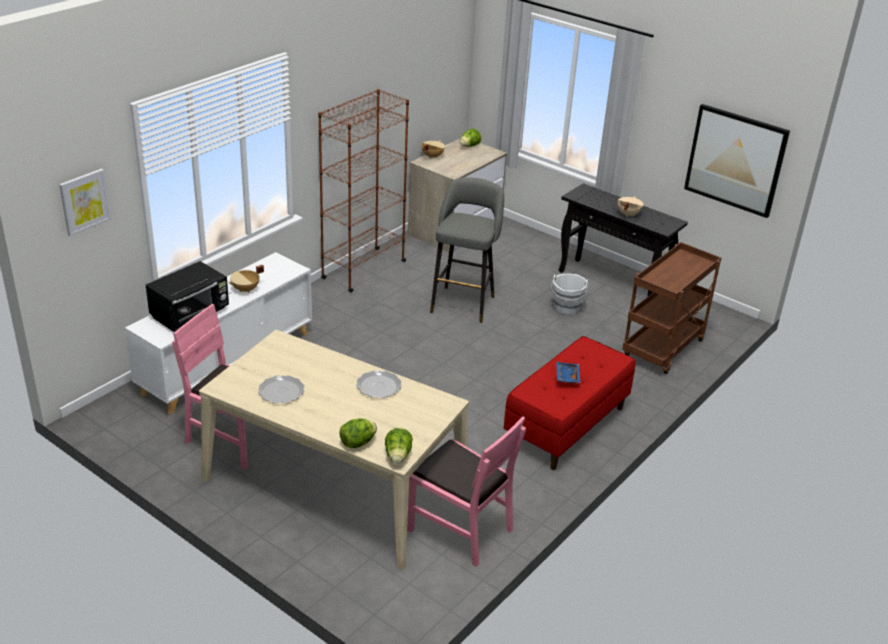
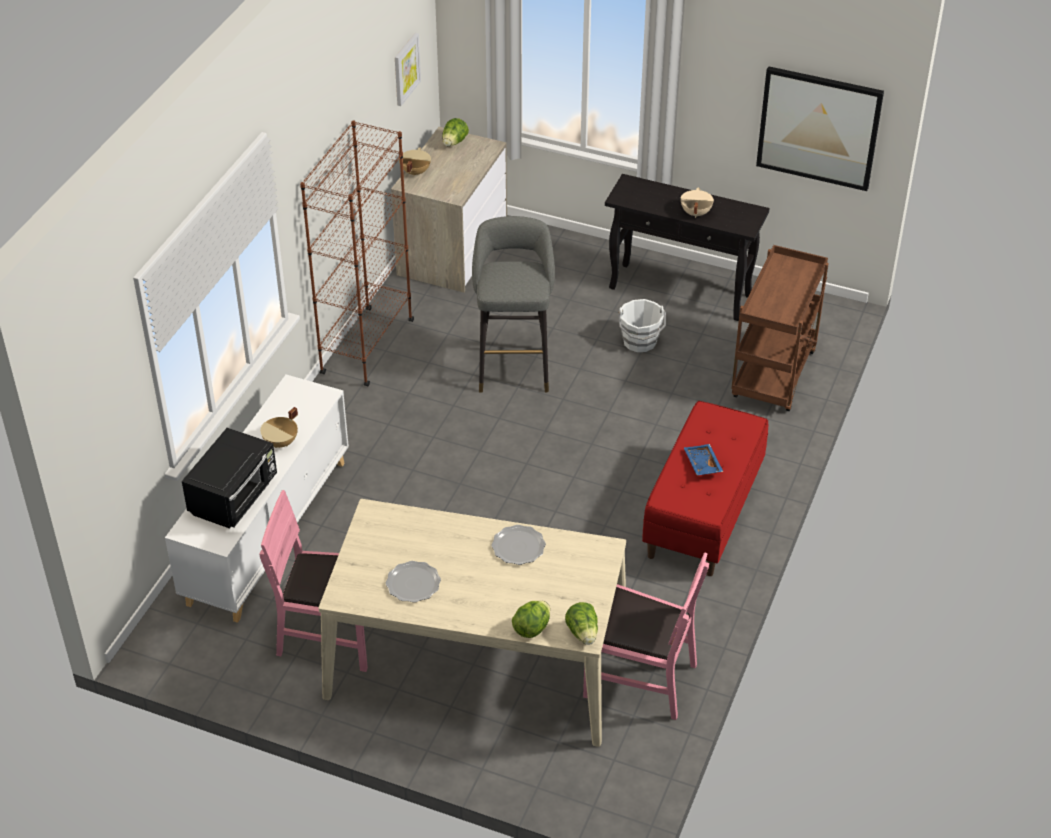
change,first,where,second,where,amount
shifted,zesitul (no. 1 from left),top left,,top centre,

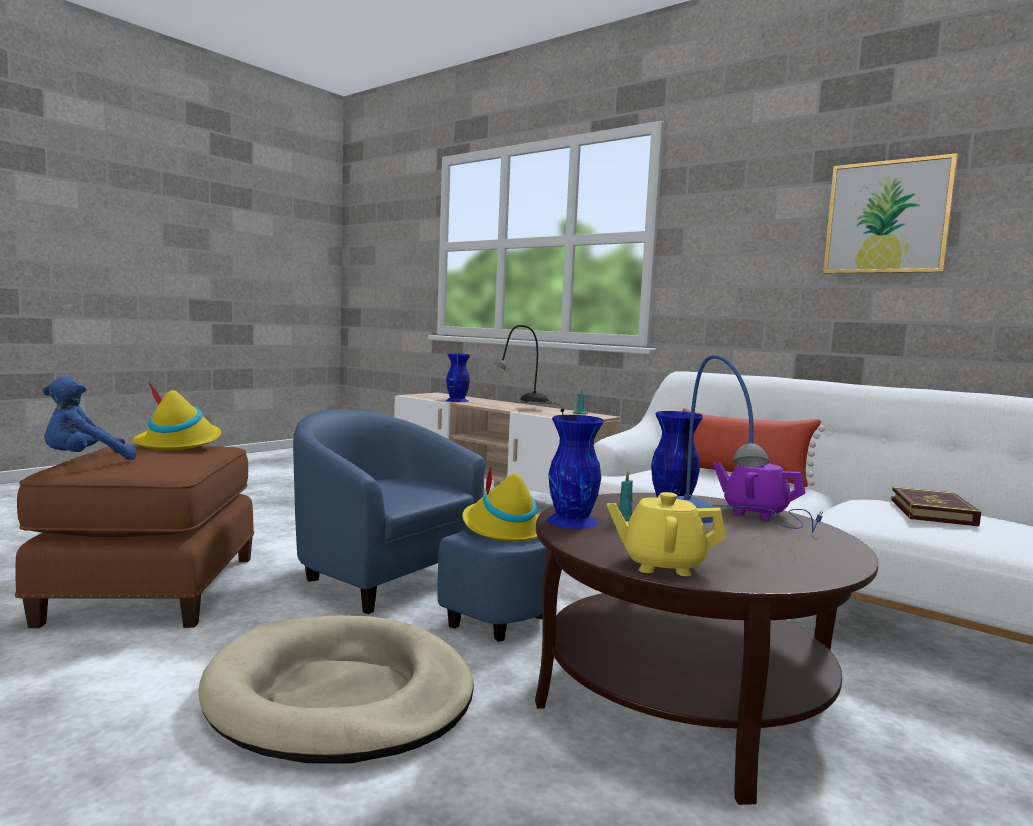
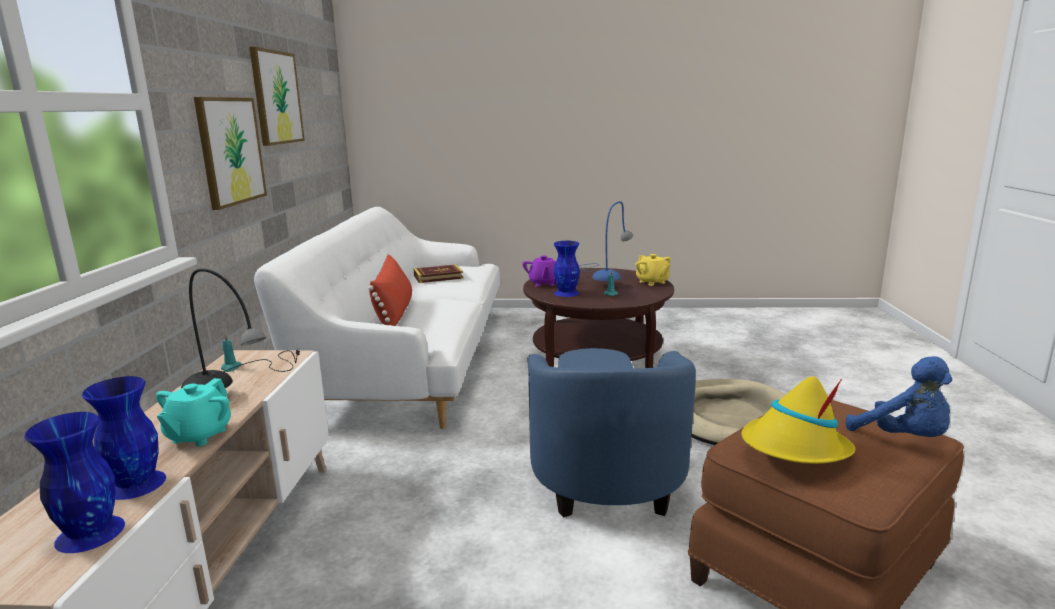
change,first,where,second,where,amount
shifted,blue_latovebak (no. 2 from left in the first image),centre,blue_latovebak (no. 1 from left),bottom left,
new,,,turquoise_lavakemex,bottom left,
new,,,zesitul (no. 1 from left),top left,
rotated,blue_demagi,middle left,,middle right,45 degrees clockwise
gone,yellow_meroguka (no. 2 from left),centre,,,

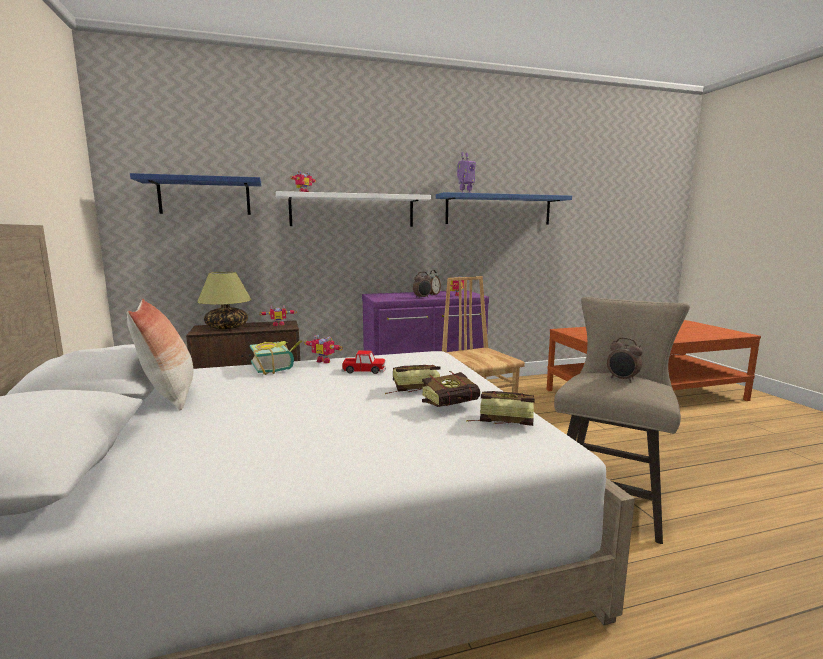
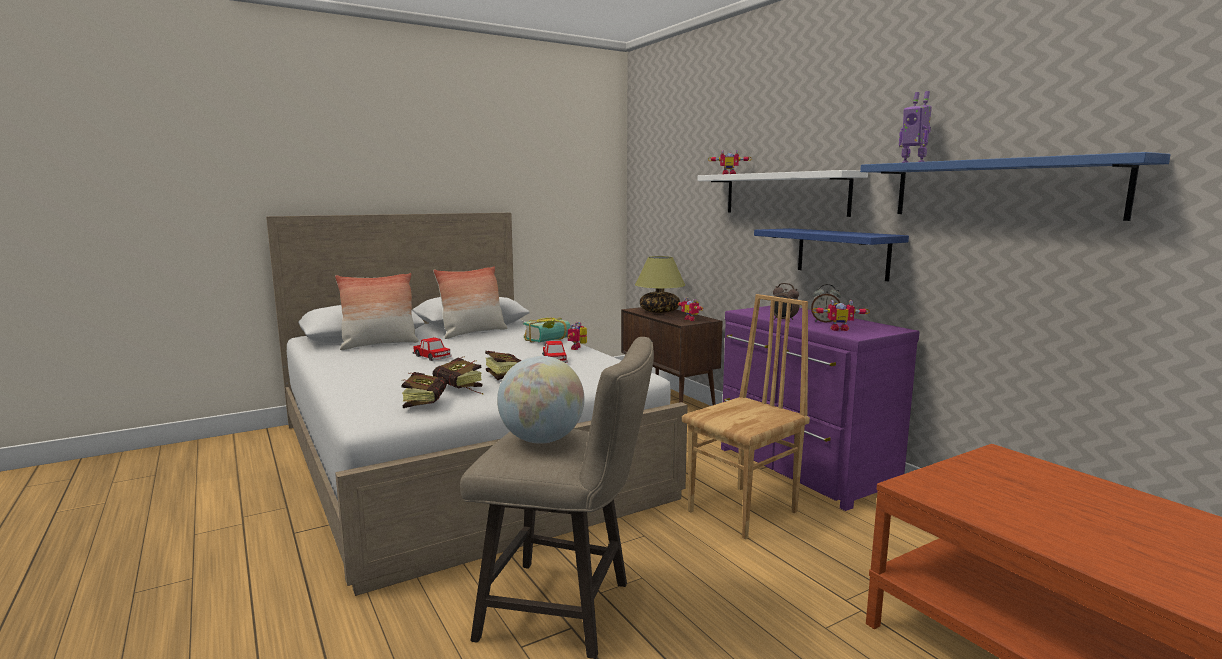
change,first,where,second,where,amount
new,,,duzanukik (no. 1 from left),middle left,
new,,,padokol (no. 1 from left),centre,
swapped,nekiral (no. 3 from left),middle right,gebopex,centre,
shifted,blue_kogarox (no. 1 from left),top left,,middle right,

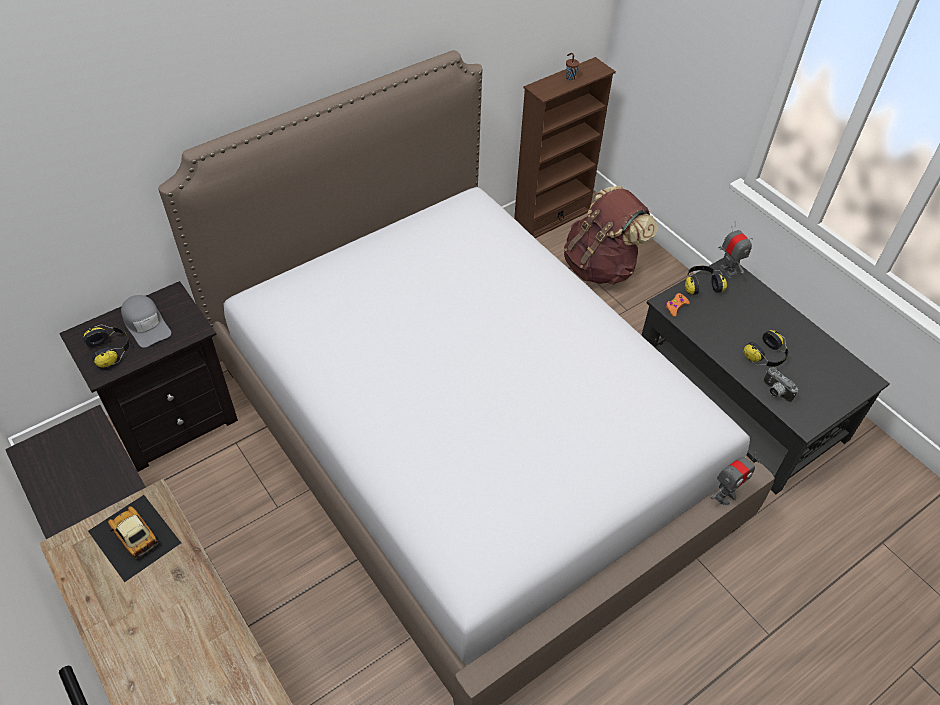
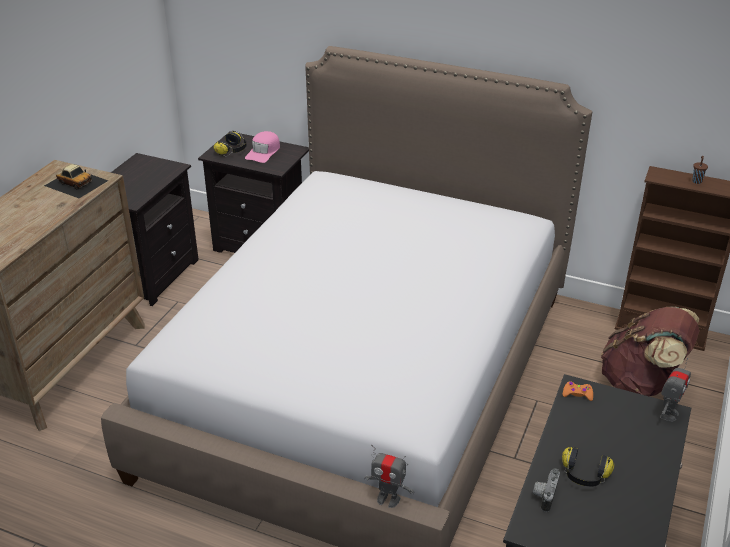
change,first,where,second,where,amount
rotated,padokol,bottom left,,top left,105 degrees clockwise
repainted,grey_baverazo,middle left,pink_baverazo,top centre,
gone,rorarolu (no. 2 from left),middle right,,,

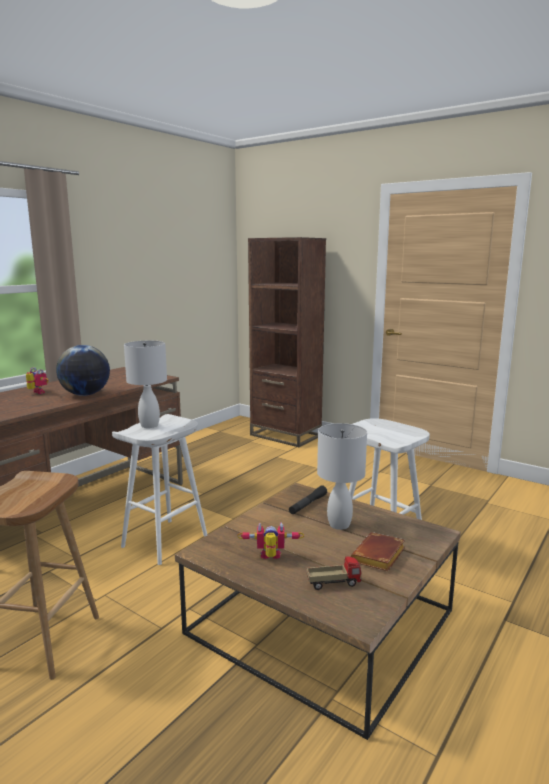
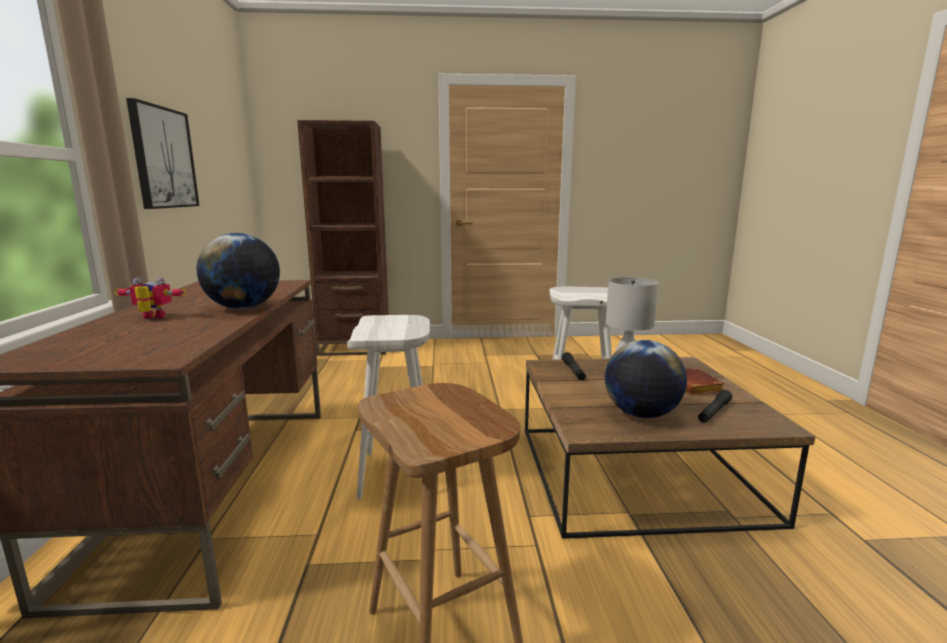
change,first,where,second,where,amount
new,,,zesitul,top left,
swapped,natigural (no. 2 from left),bottom centre,gebopex (no. 2 from left),middle right,
swapped,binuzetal,bottom centre,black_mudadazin (no. 2 from left),middle right,
gone,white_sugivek (no. 1 from left),middle left,,,

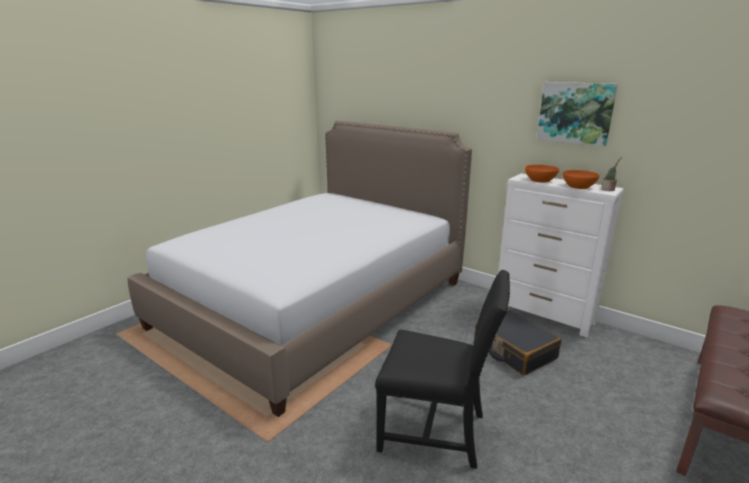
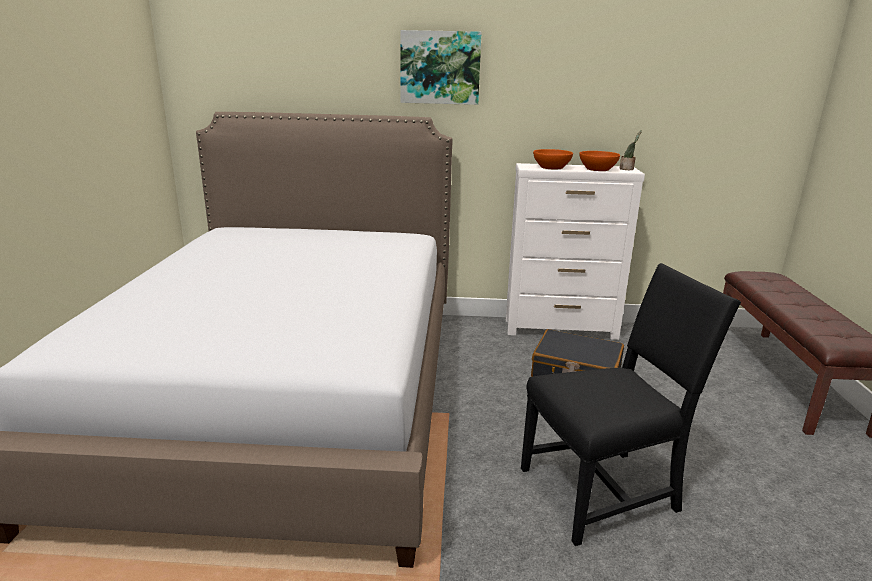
change,first,where,second,where,amount
shifted,zesitul,top right,,top centre,

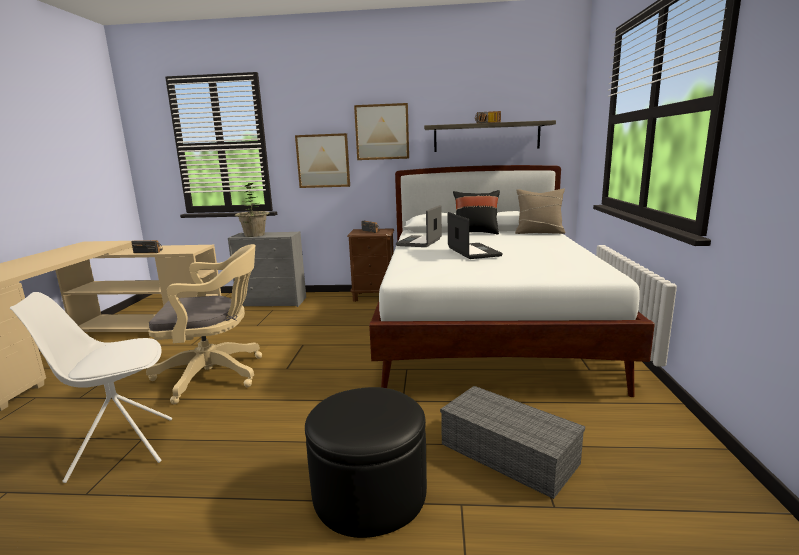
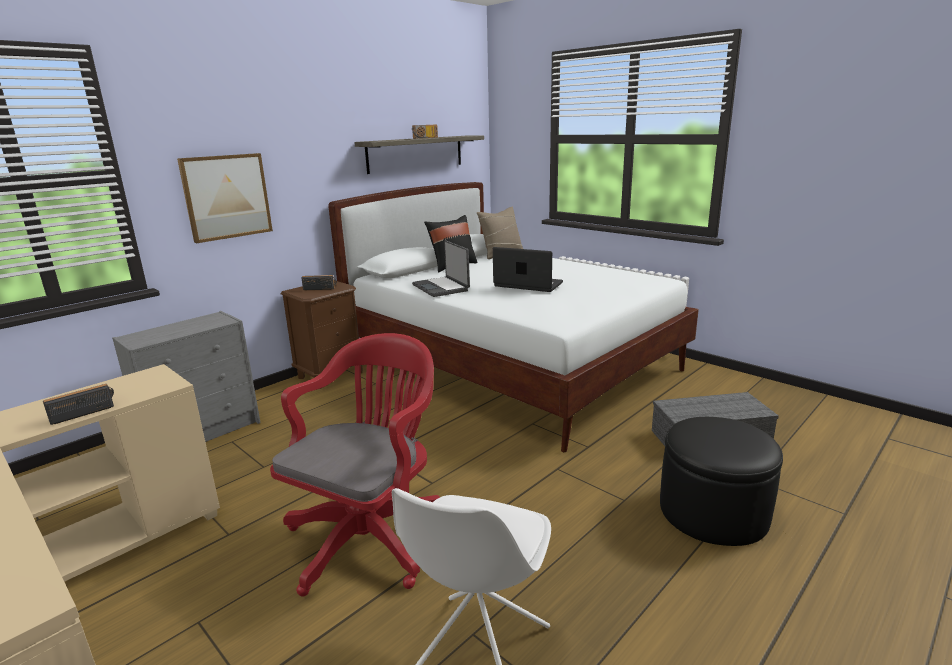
change,first,where,second,where,amount
repainted,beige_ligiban,middle left,red_ligiban,bottom centre,
gone,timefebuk,middle left,,,
gone,zesitul (no. 2 from left),top centre,,,

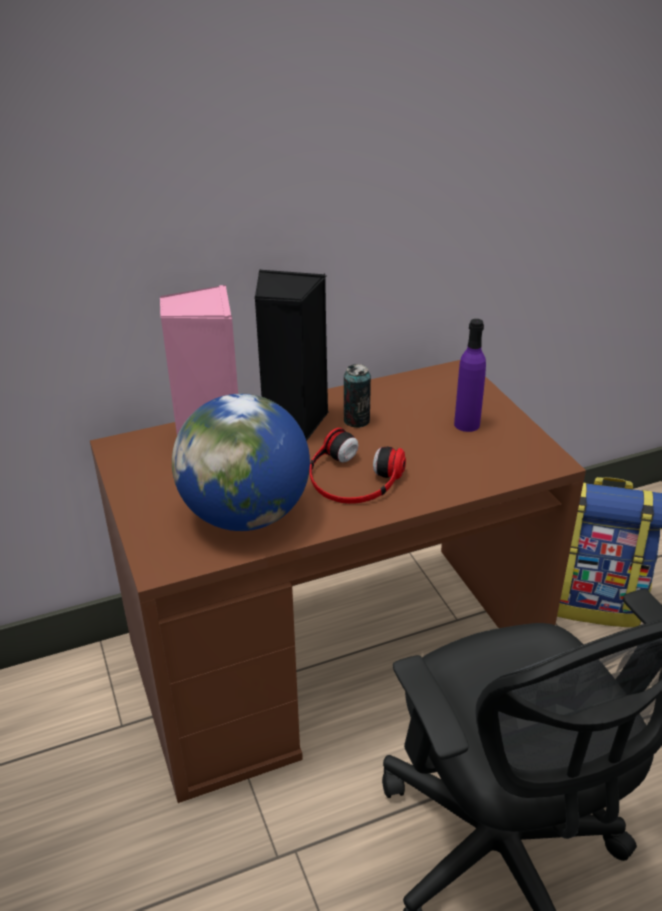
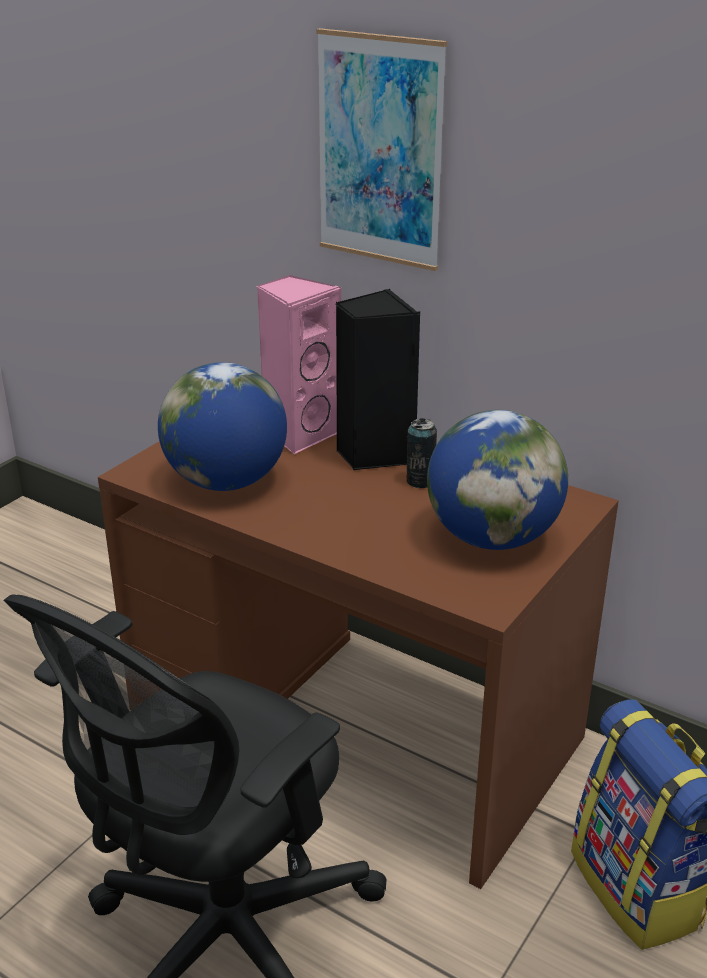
change,first,where,second,where,amount
new,,,zesitul,top centre,
swapped,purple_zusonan,middle right,gebopex (no. 2 from left),middle right,
gone,rorarolu,centre,,,

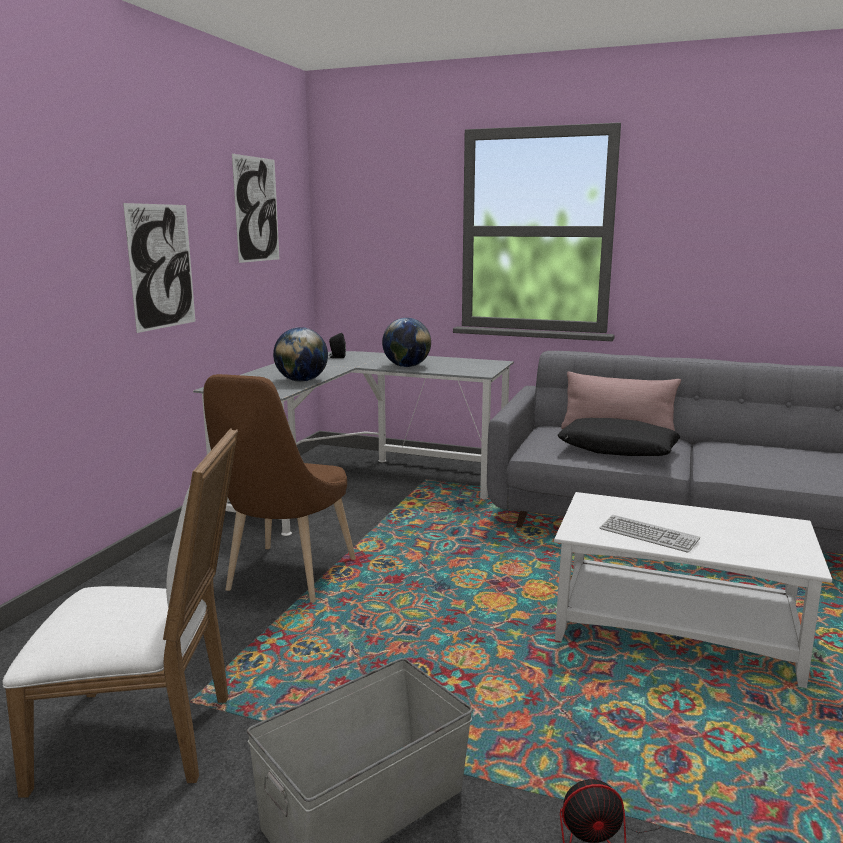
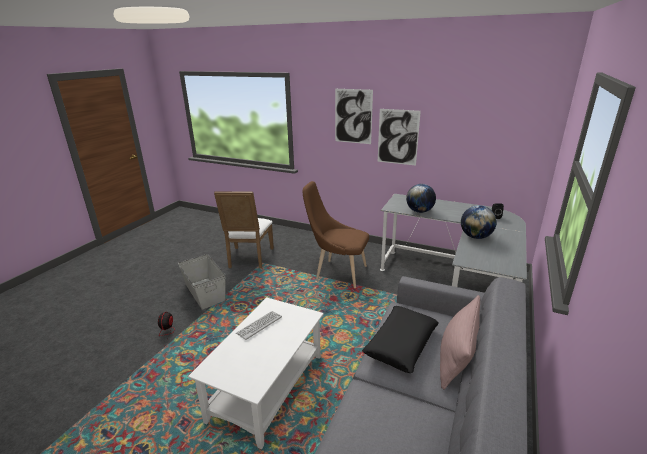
change,first,where,second,where,amount
shifted,zesitul (no. 2 from left in the first image),top left,zesitul (no. 1 from left),top centre,

